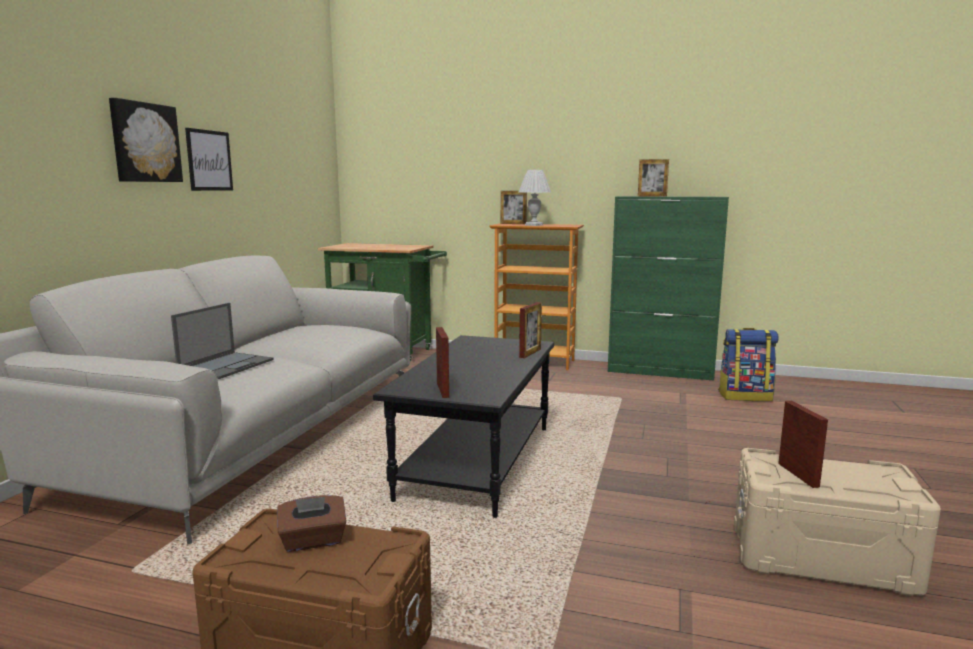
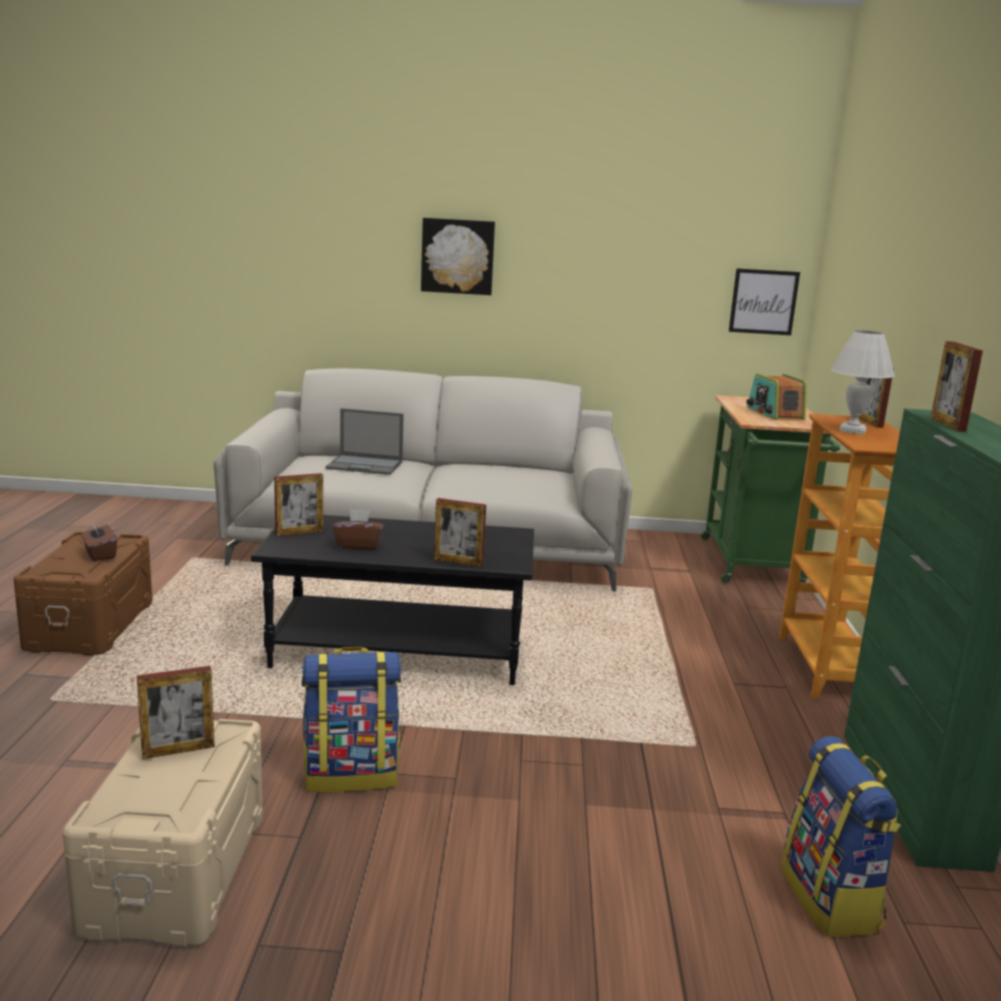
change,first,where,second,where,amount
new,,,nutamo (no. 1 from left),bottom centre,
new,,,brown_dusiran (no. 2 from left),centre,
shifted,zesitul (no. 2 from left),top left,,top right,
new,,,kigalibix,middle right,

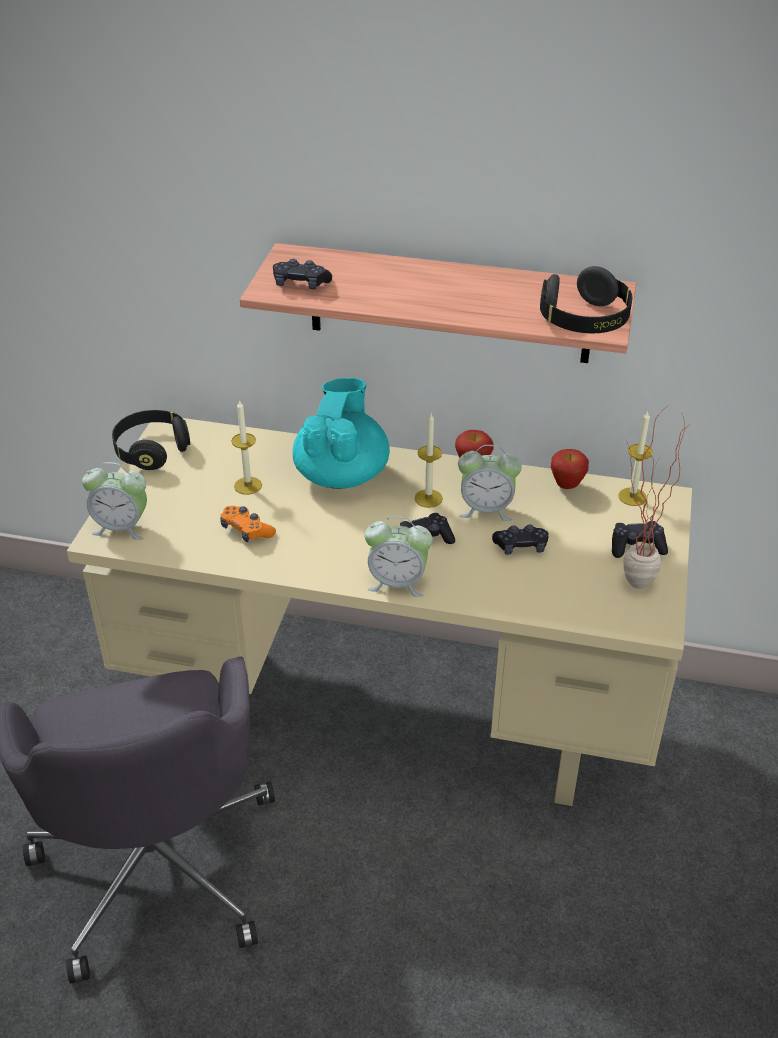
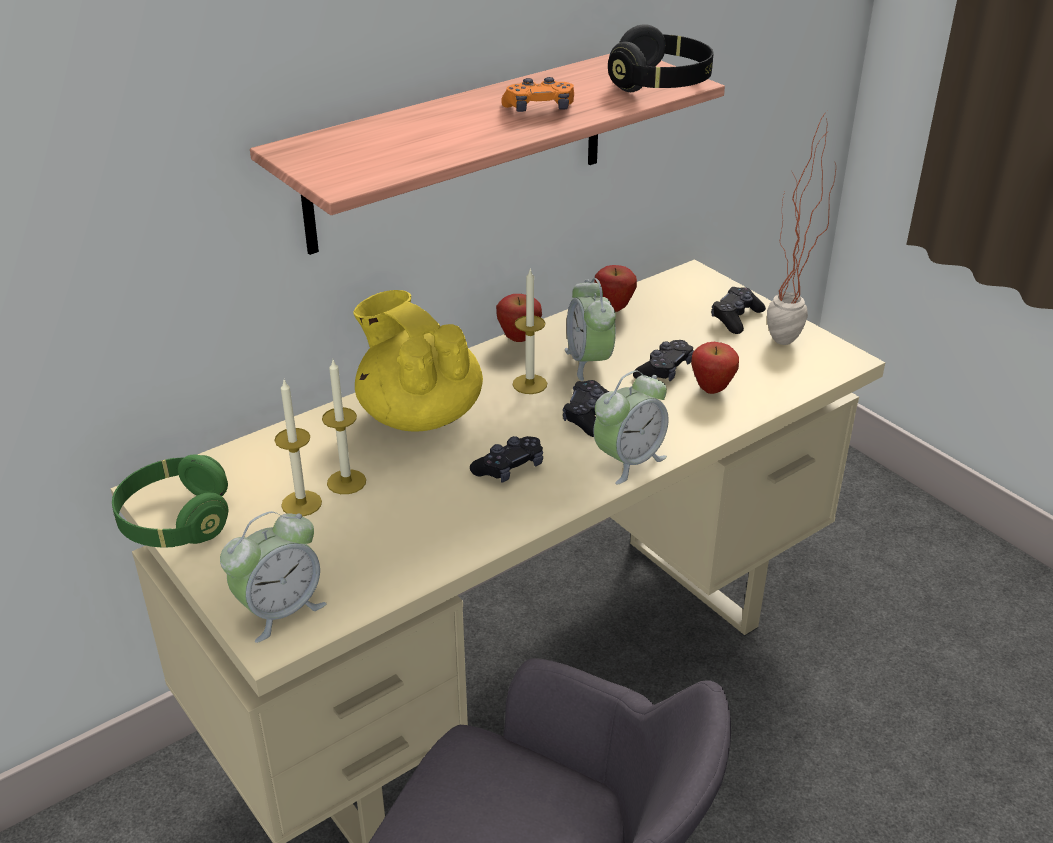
change,first,where,second,where,amount
repainted,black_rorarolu (no. 1 from left),middle left,green_rorarolu,middle left,
shifted,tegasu (no. 3 from left in the first image),middle right,tegasu (no. 1 from left),middle left,
repainted,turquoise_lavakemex,centre,yellow_lavakemex,centre,
shifted,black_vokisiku (no. 1 from left),top centre,,centre,
shifted,orange_vokisiku,middle left,,top centre,
rotated,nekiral (no. 3 from left in the first image),centre,nekiral (no. 2 from left),centre,120 degrees clockwise
new,,,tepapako (no. 3 from left),middle right,

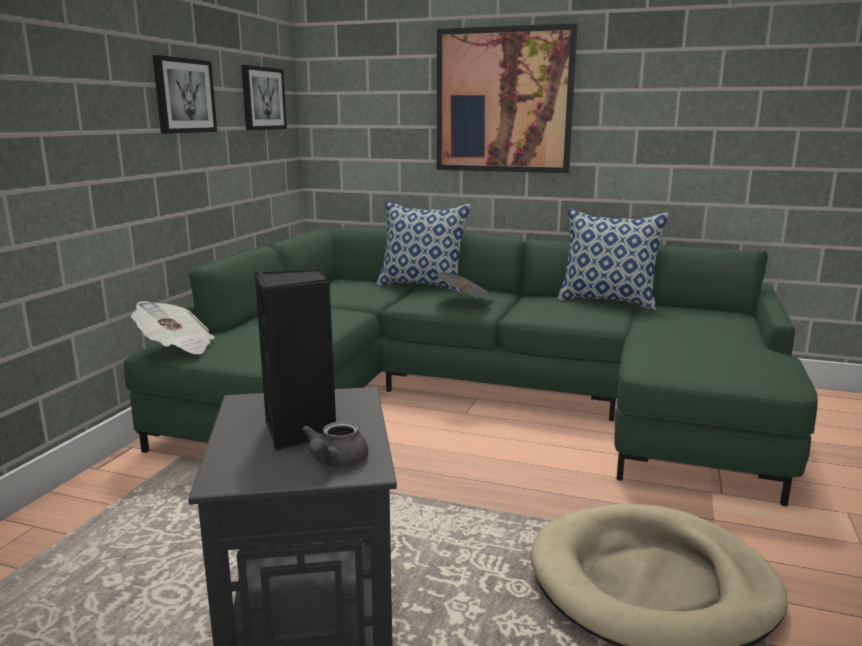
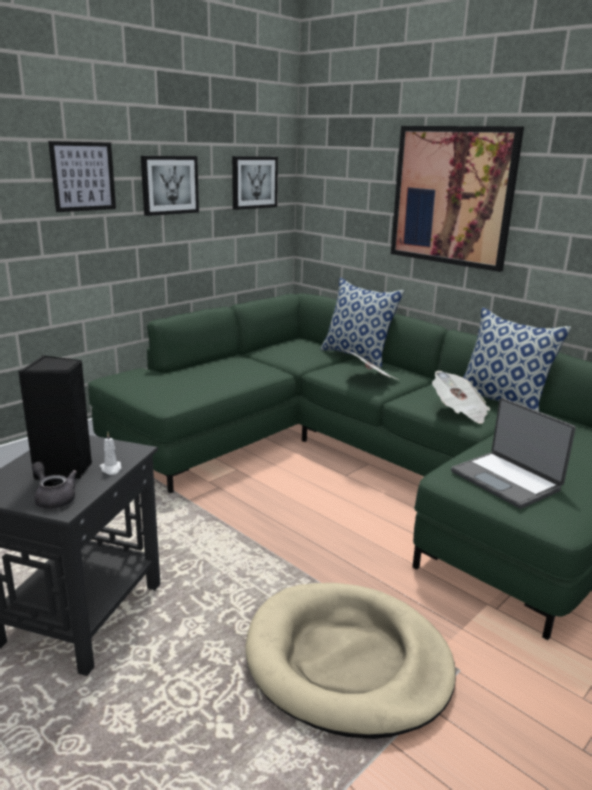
change,first,where,second,where,amount
rotated,grey_lavakemex,bottom centre,,middle left,90 degrees clockwise
new,,,zesitul (no. 1 from left),top left,
new,,,white_tegasu,middle left,
shifted,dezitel (no. 1 from left in the first image),middle left,dezitel (no. 2 from left),middle right,
new,,,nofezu,middle right,

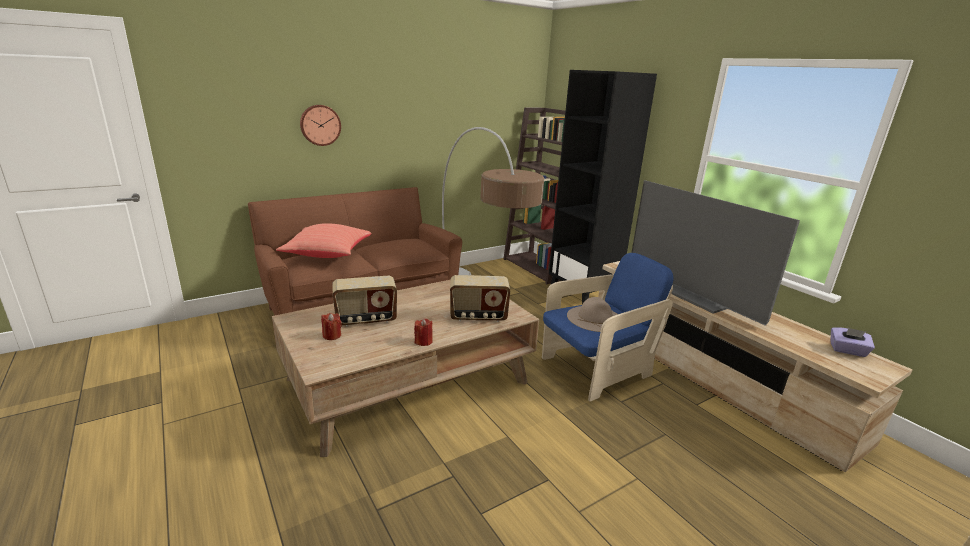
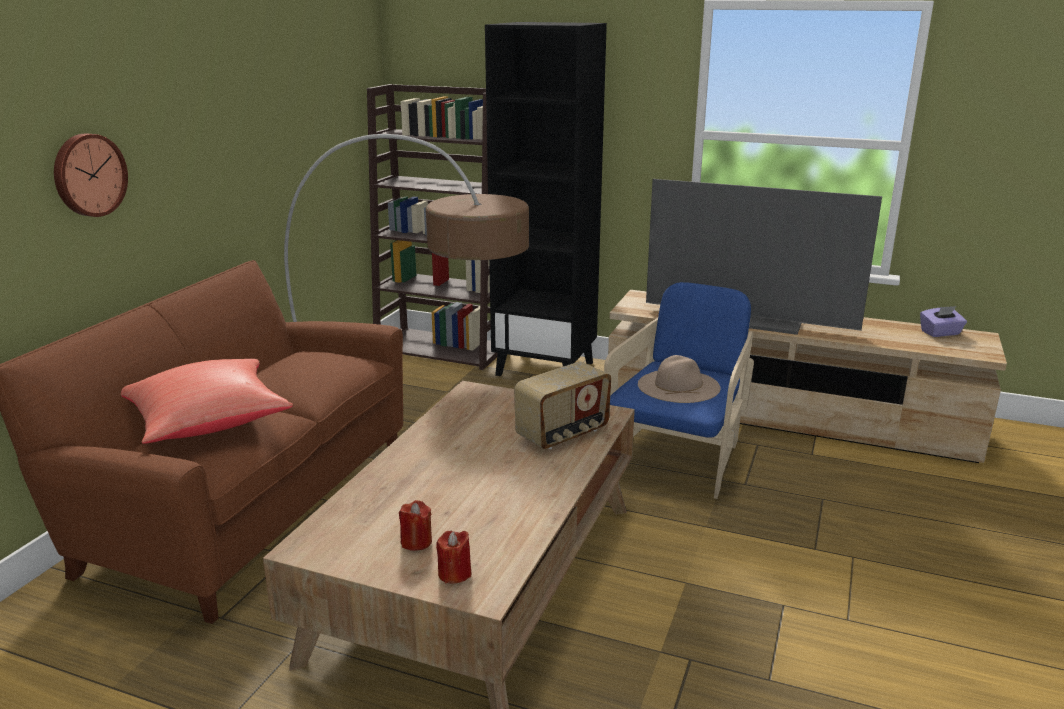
change,first,where,second,where,amount
shifted,red_tegasu (no. 2 from left),centre,,bottom centre,
gone,kigalibix (no. 1 from left),centre,,,

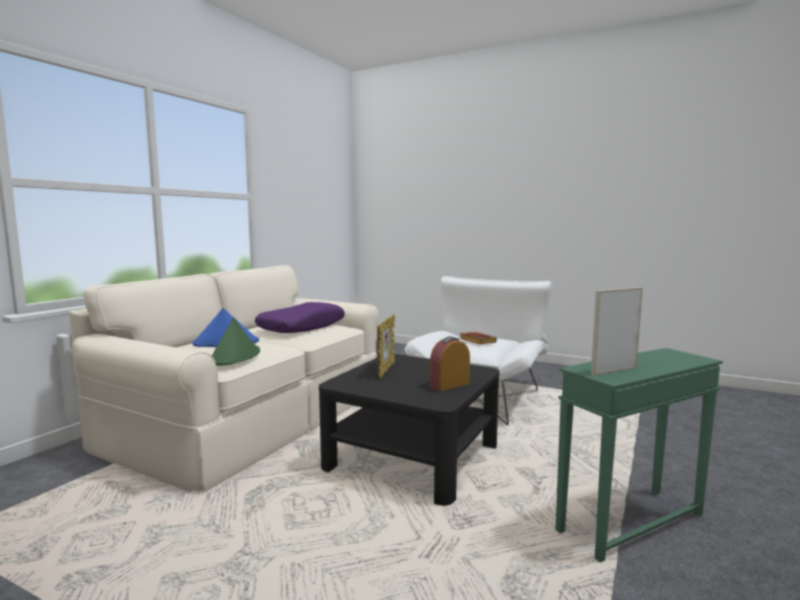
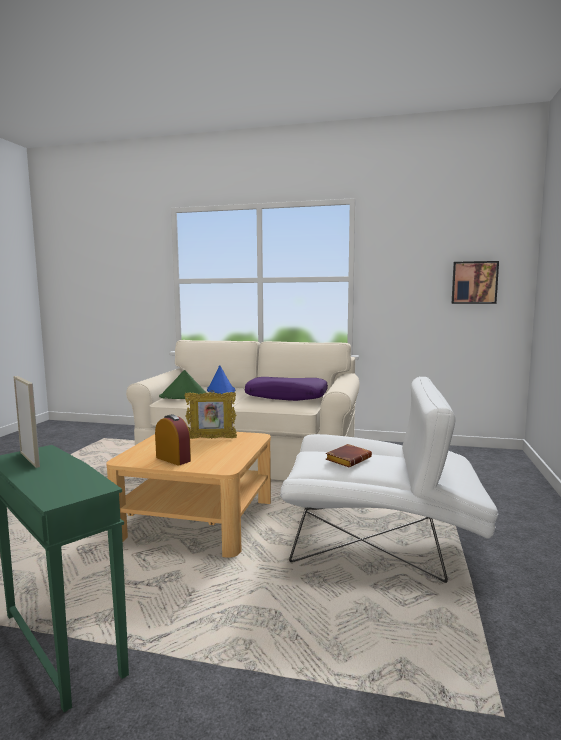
change,first,where,second,where,amount
repainted,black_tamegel,bottom centre,beige_tamegel,centre,
new,,,zesitul,middle right,

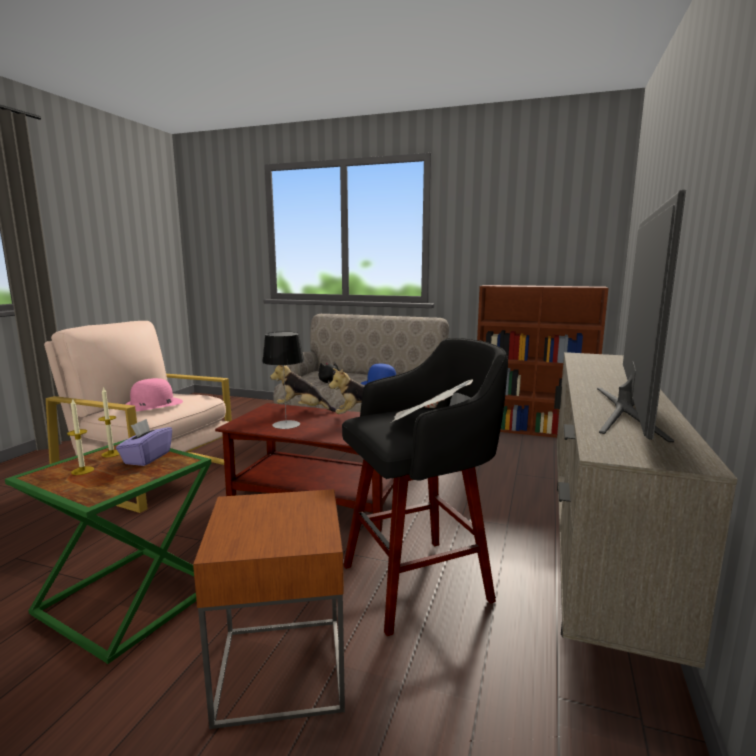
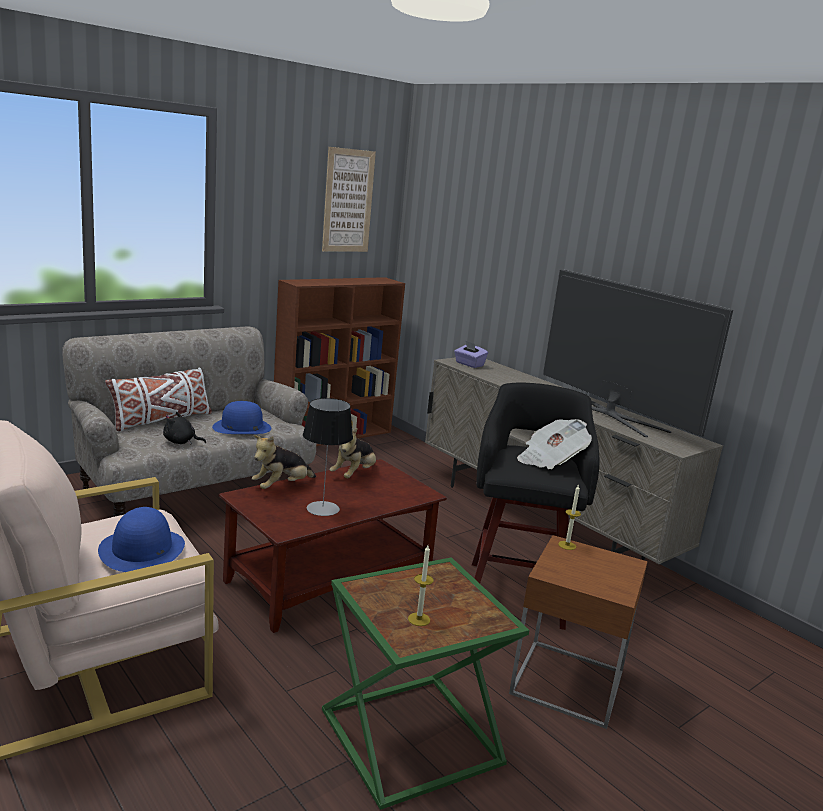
change,first,where,second,where,amount
repainted,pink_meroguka,middle left,blue_meroguka (no. 1 from left),middle left,
new,,,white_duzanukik,middle left,
new,,,zesitul,top centre,
shifted,purple_dusiran,middle left,,centre,
shifted,tegasu (no. 2 from left),middle left,,middle right,

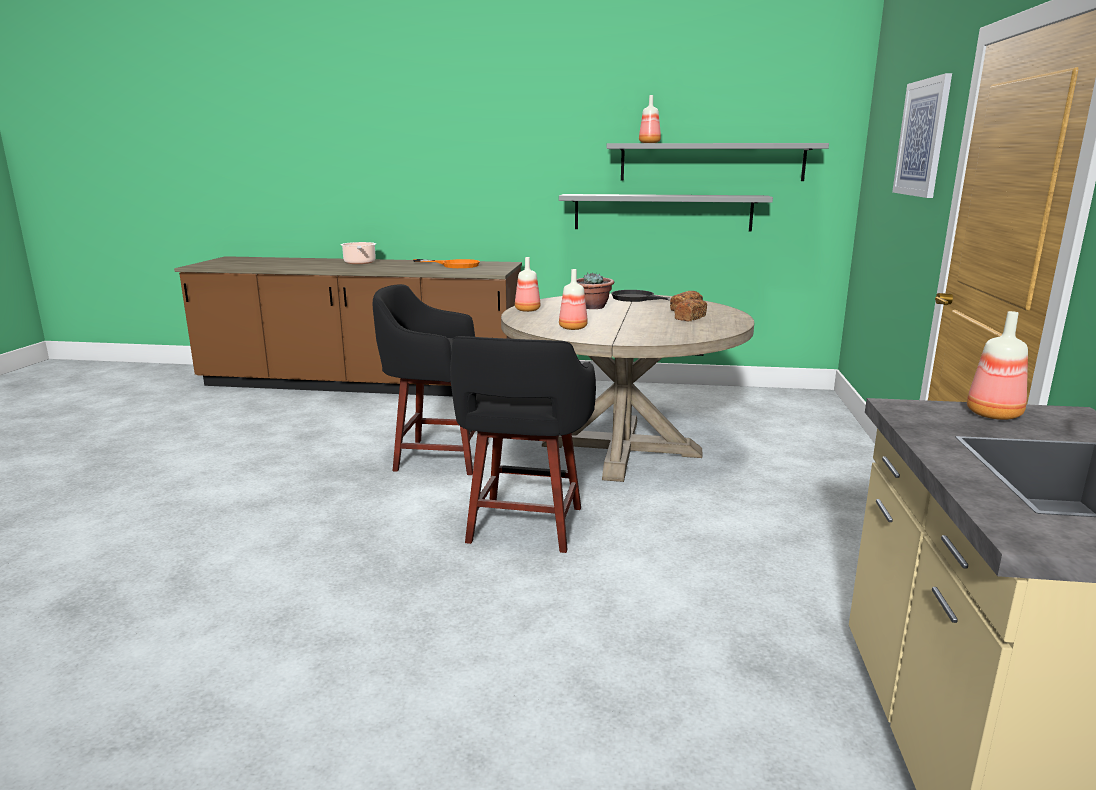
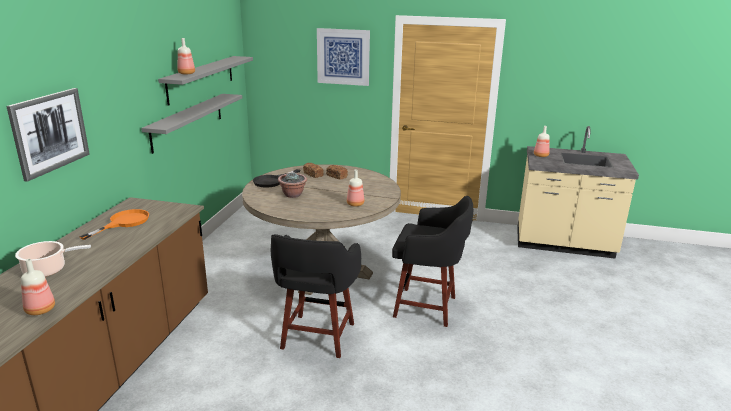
change,first,where,second,where,amount
new,,,zesitul (no. 1 from left),top left,
shifted,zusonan (no. 1 from left),centre,,bottom left,

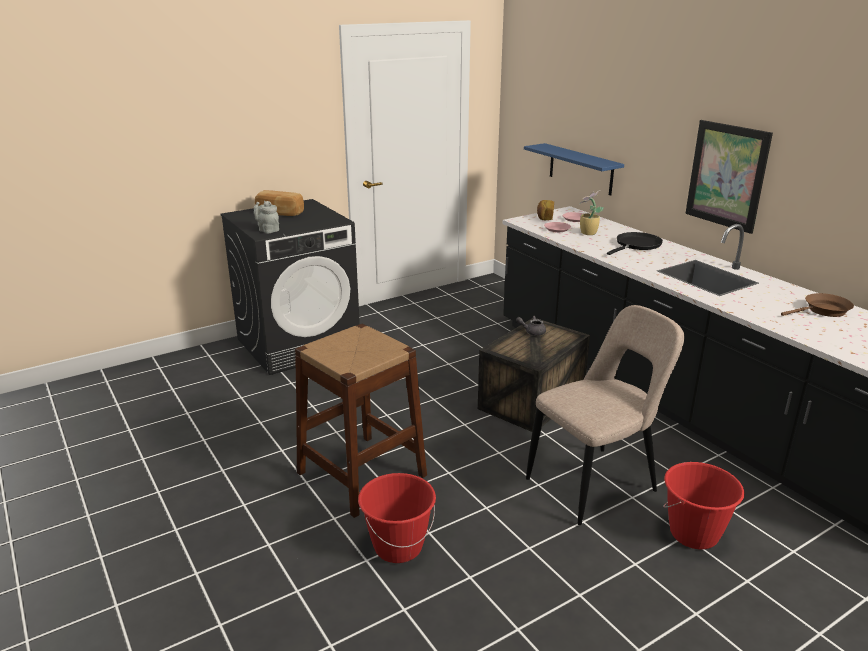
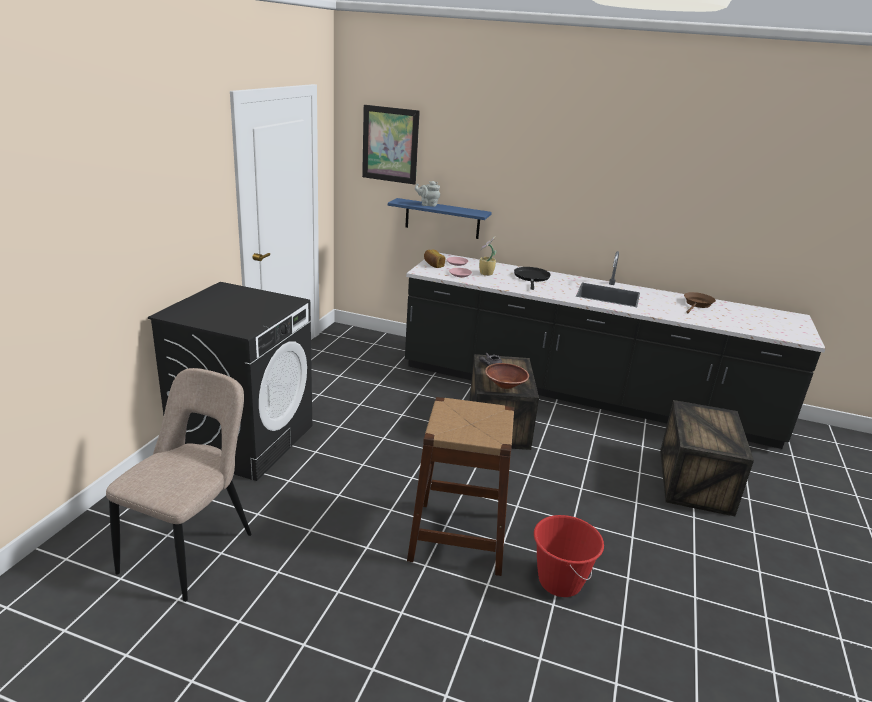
change,first,where,second,where,amount
shifted,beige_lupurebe,middle right,,bottom left,
shifted,zesitul,top right,,top centre,
shifted,grey_lavakemex (no. 1 from left),middle left,,top centre,
new,,,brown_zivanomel,centre,
swapped,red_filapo (no. 2 from left),bottom right,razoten (no. 2 from left),middle right,
gone,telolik (no. 1 from left),top left,,,

